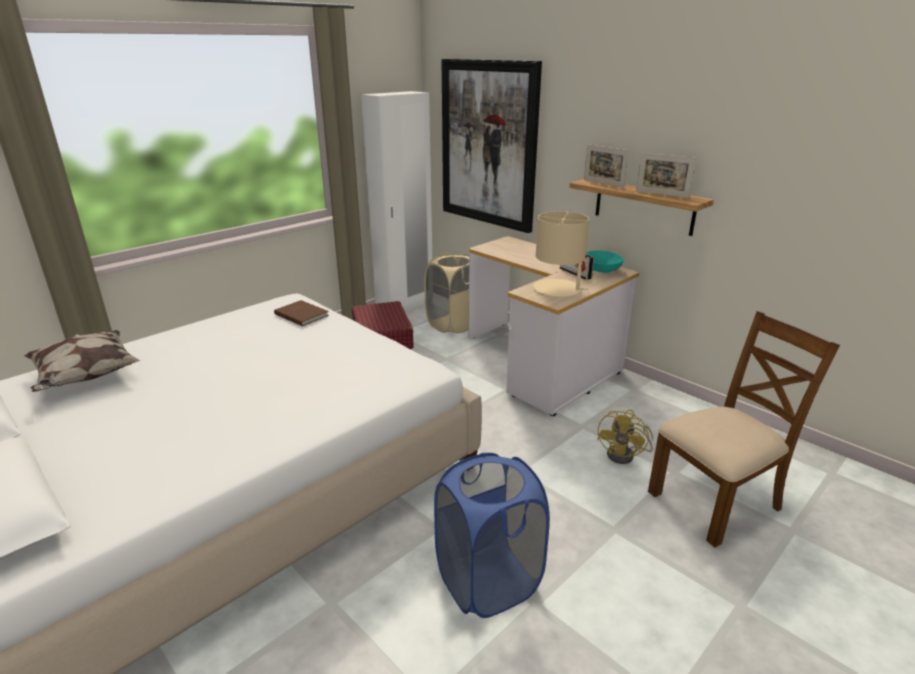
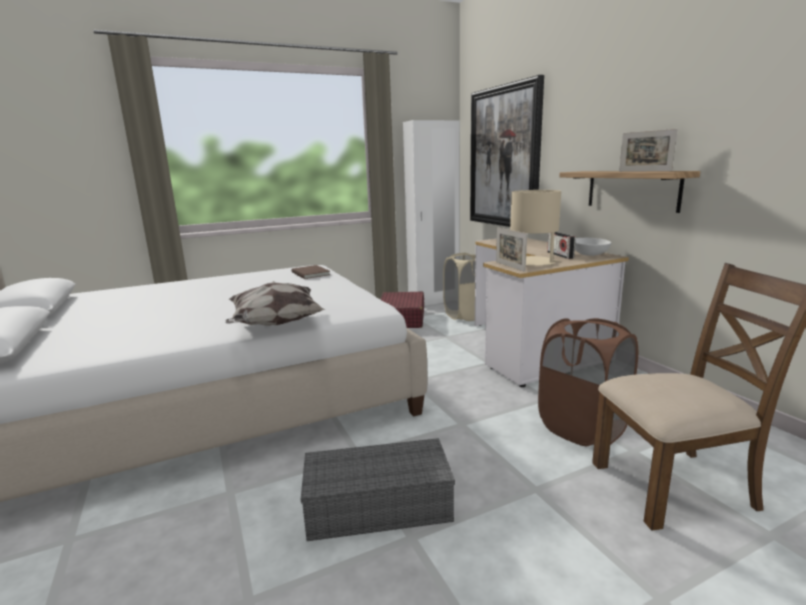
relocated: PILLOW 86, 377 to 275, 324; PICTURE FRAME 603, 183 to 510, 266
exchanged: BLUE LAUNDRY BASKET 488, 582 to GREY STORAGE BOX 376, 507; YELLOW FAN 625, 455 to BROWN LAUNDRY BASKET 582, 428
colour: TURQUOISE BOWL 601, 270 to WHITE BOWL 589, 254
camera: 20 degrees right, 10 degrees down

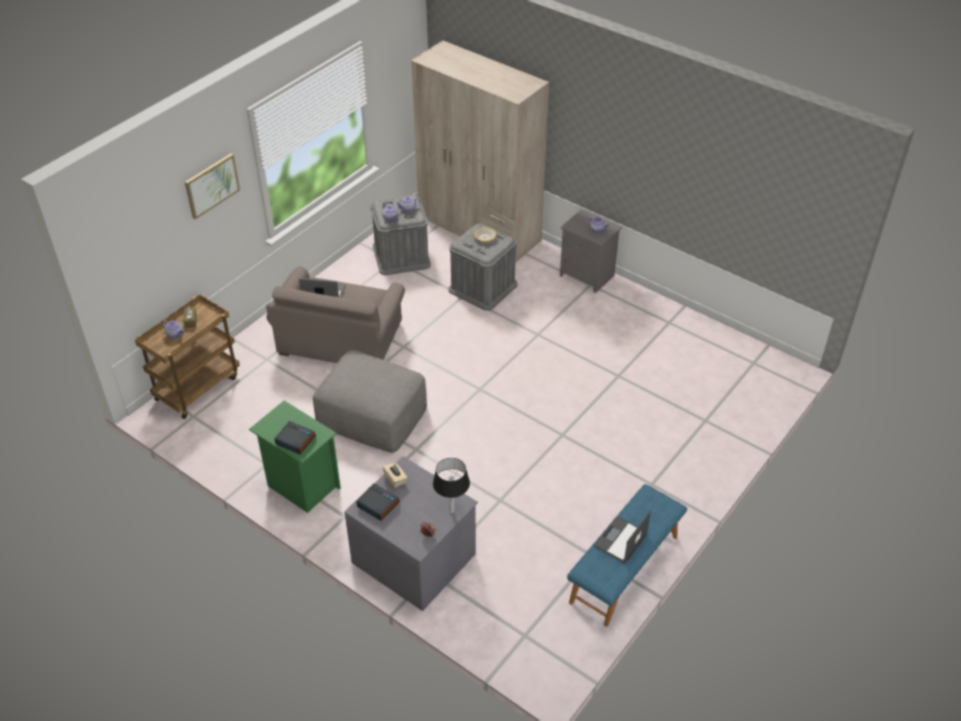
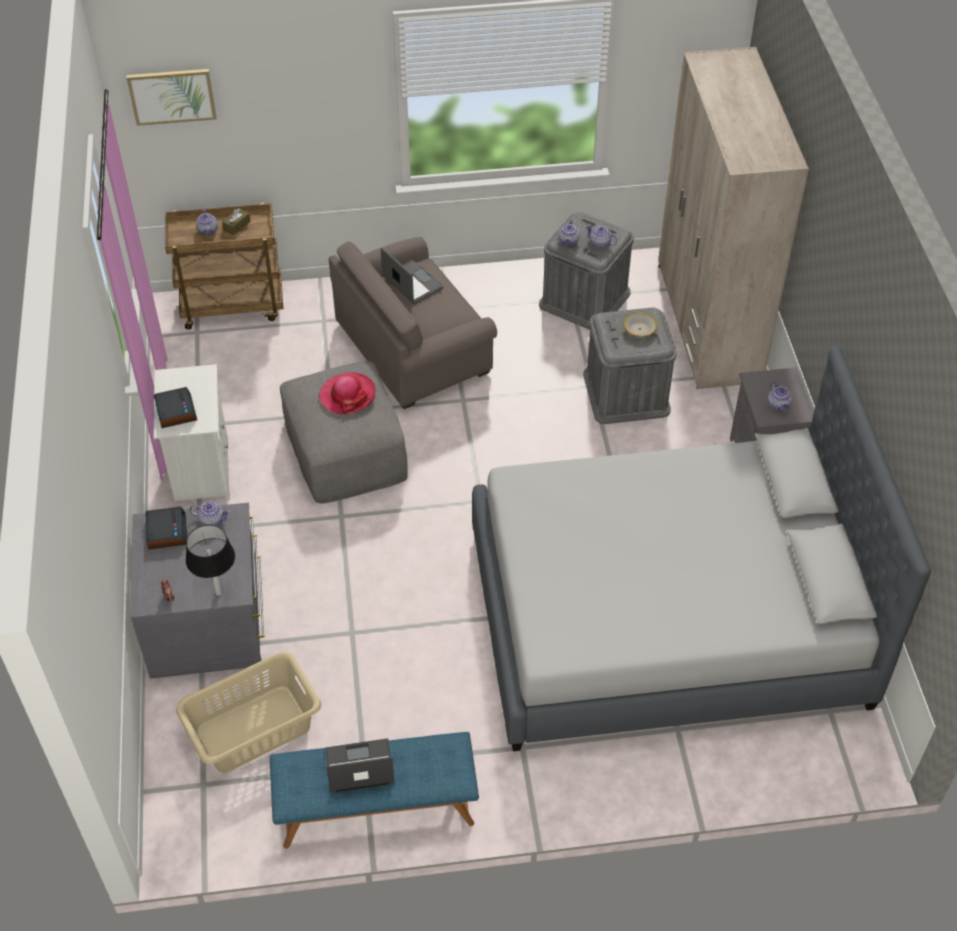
appeared: BEIGE LAUNDRY BASKET 252, 729; HAT 347, 395; GREY BED 666, 617
relocated: PICTURE 211, 185 to 172, 96
exchanged: BEIGE TISSUE BOX 395, 479 to TEAPOT 212, 519
colour: GREEN NIGHTSTAND 301, 486 to WHITE NIGHTSTAND 201, 471
camera: 45 degrees right, 5 degrees up

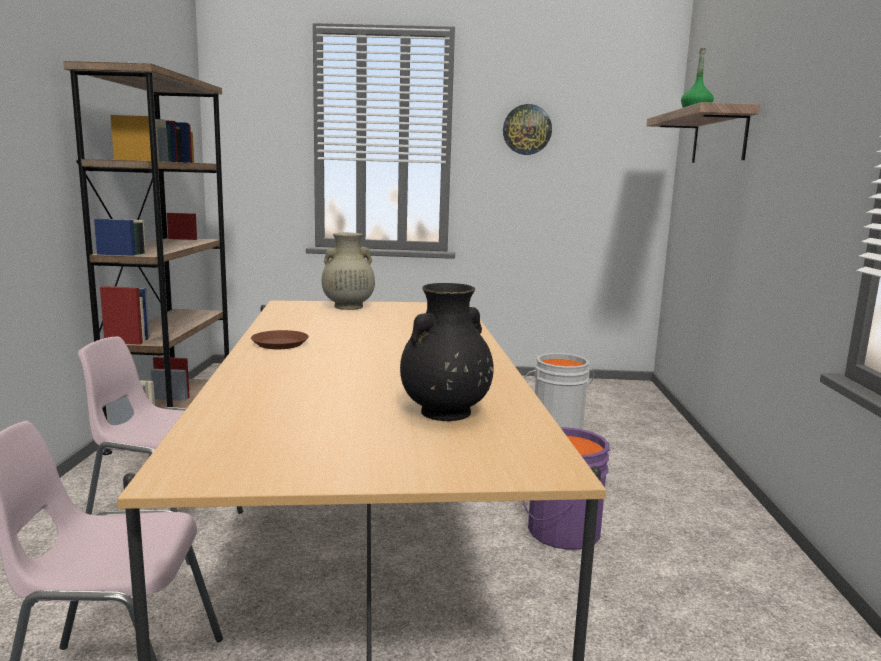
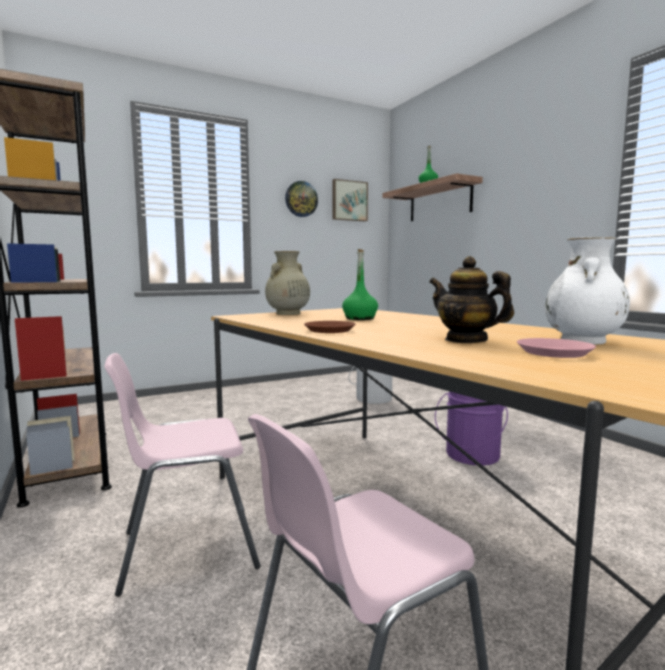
appeared: PICTURE 349, 201; GREEN BOTTLE 360, 318; TEAPOT 466, 340; PINK PLATE 554, 353
colour: BLACK VASE 444, 413 to WHITE VASE 583, 341
camera: 30 degrees left, 5 degrees down

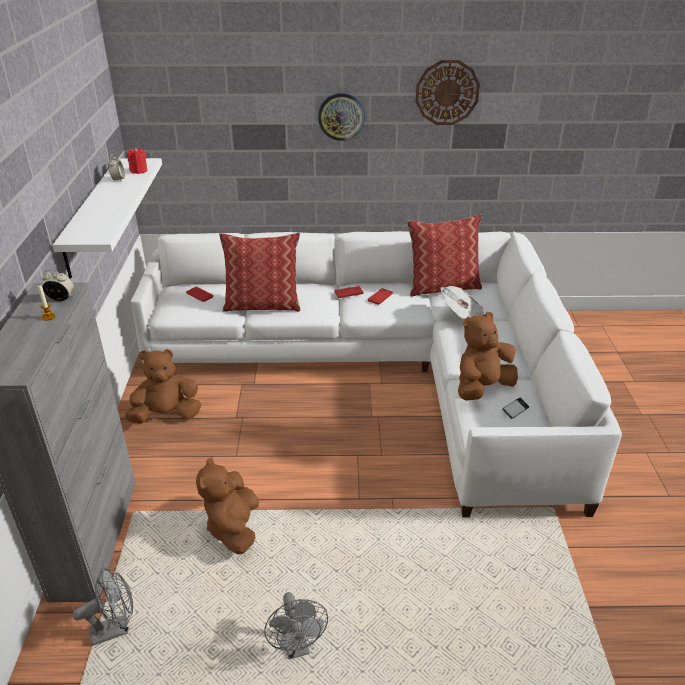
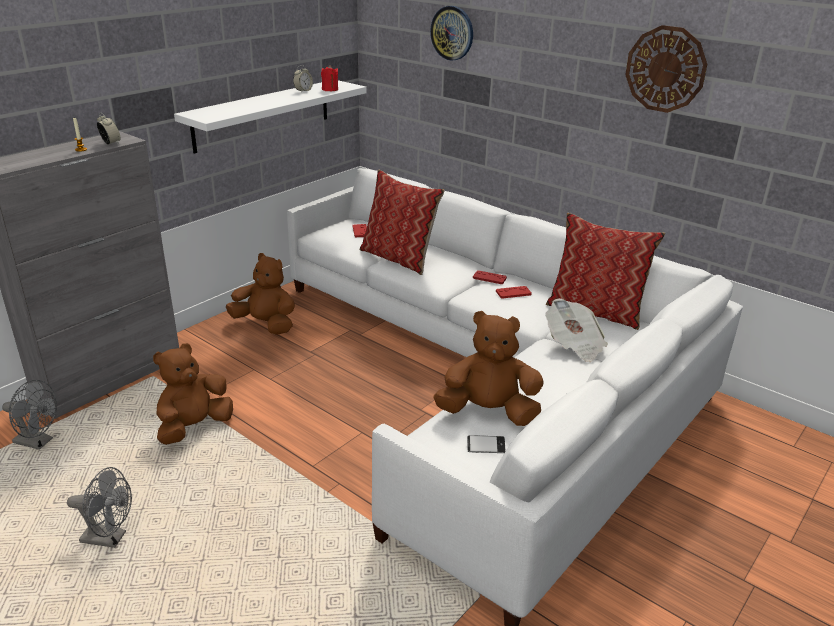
relocated: WALL CLOCK 341, 116 to 452, 33
spun: GREY FAN 297, 647 = 110, 538 105 degrees counterclockwise
camera: 40 degrees right, 5 degrees down

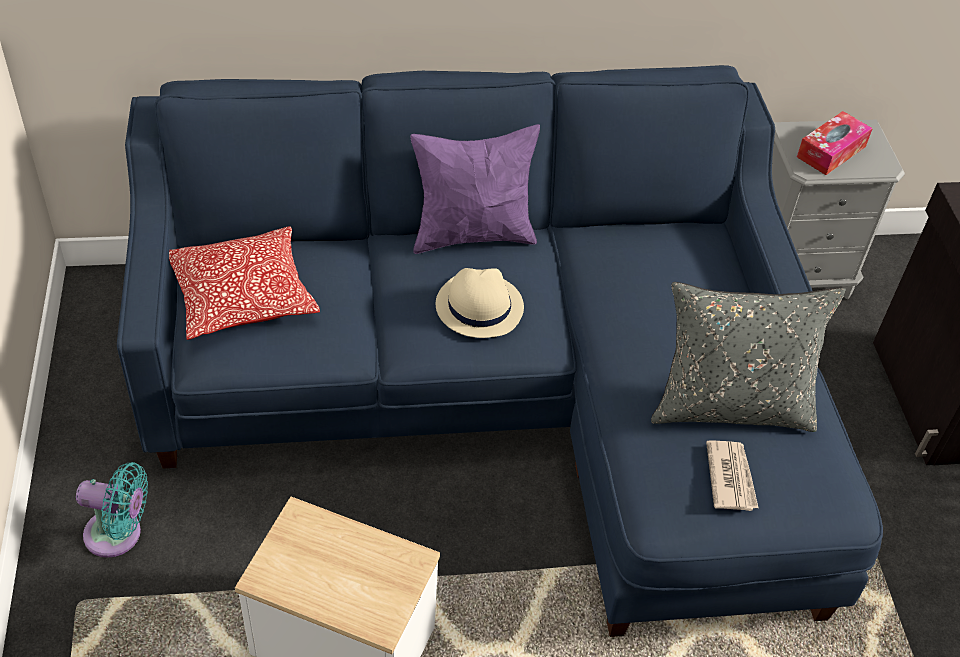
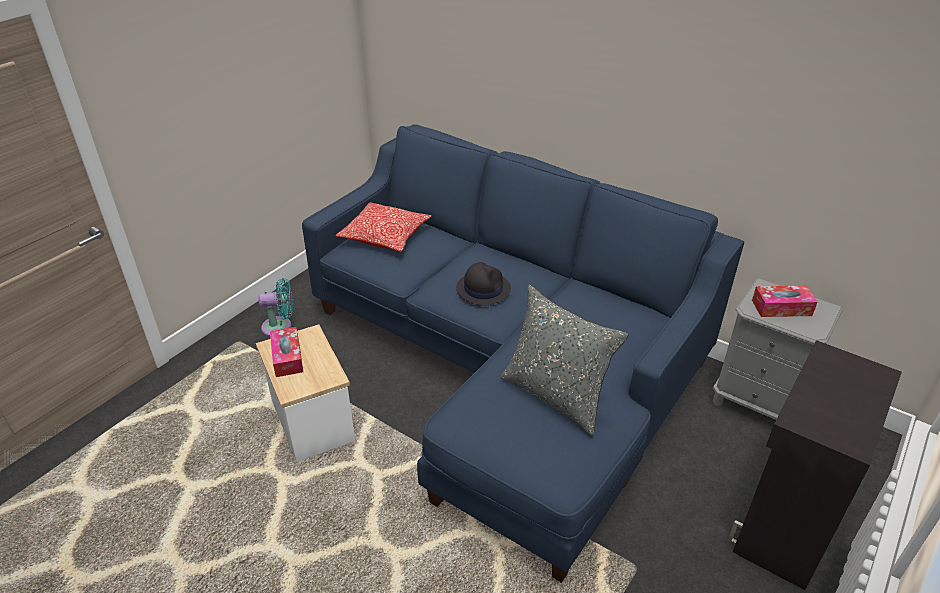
missing: PURPLE PILLOW 472, 235; NEWSPAPER 730, 477
appeared: TISSUE BOX 287, 357
colour: BEIGE HAT 478, 306 to BLACK HAT 483, 288
spun: TURQUOISE FAN 118, 535 = 280, 326 60 degrees counterclockwise
camera: 45 degrees right, 10 degrees down

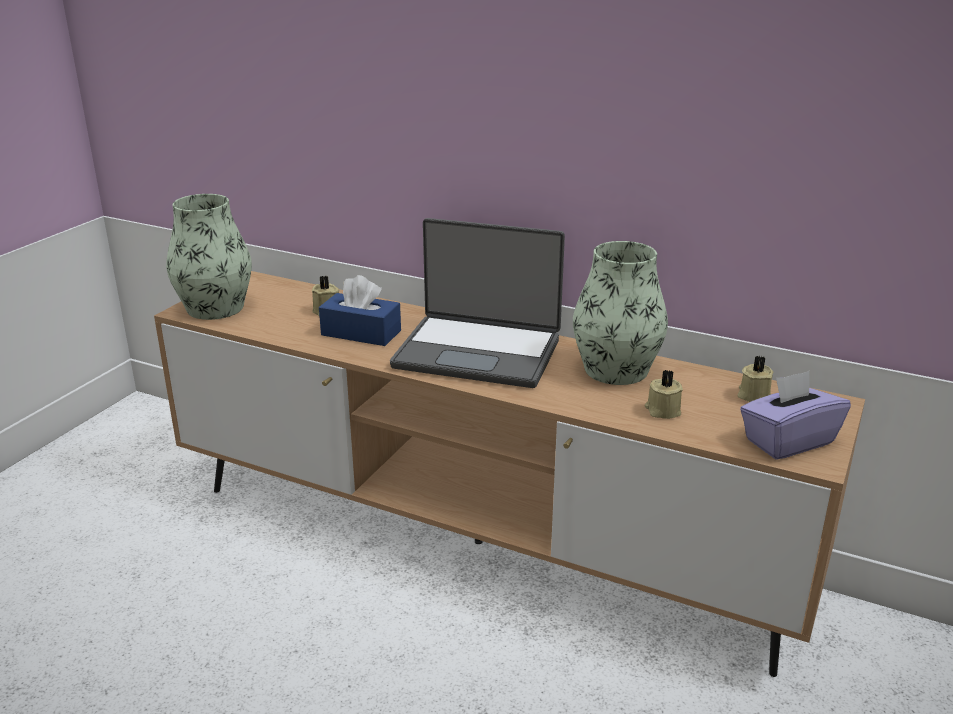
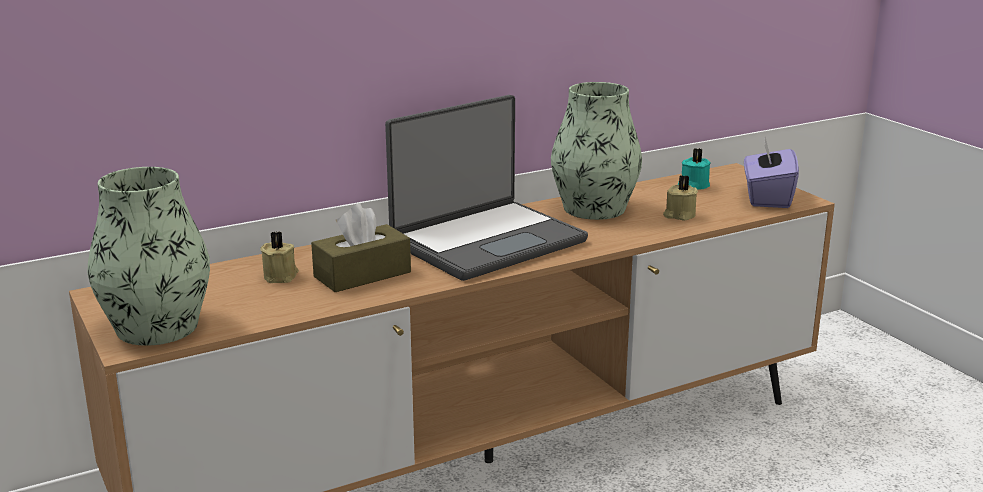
colour: BLUE TISSUE BOX 361, 333 to BROWN TISSUE BOX 362, 274; BEIGE CANDLE 753, 395 to TURQUOISE CANDLE 693, 185
camera: 55 degrees left, 5 degrees down

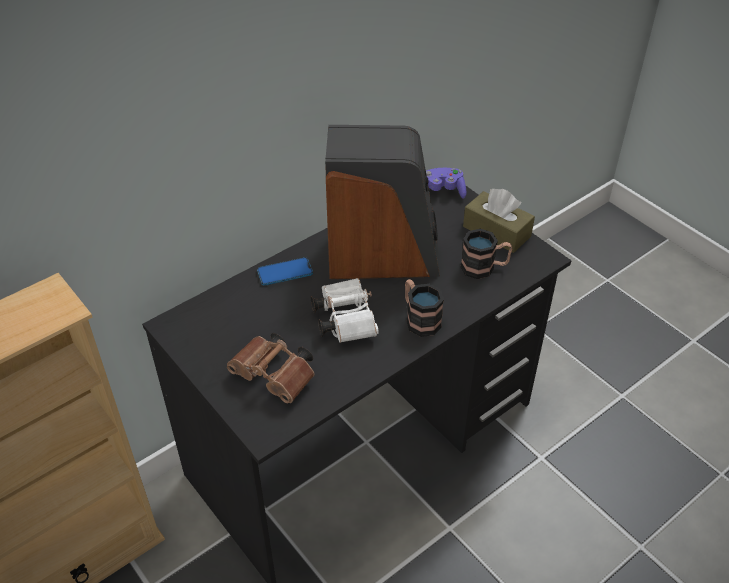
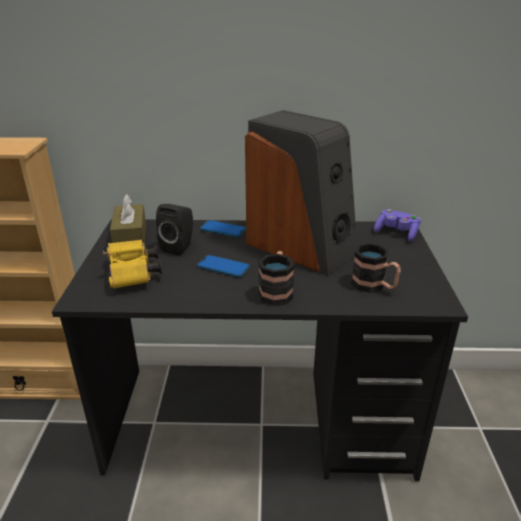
appeared: BLACK SPEAKER 179, 247
relocated: BROWN TISSUE BOX 496, 231 to 130, 238
exchanged: WHITE BINOCULARS 344, 319 to PHONE 223, 267
colour: BROWN BINOCULARS 276, 377 to YELLOW BINOCULARS 133, 275
camera: 40 degrees right, 15 degrees down

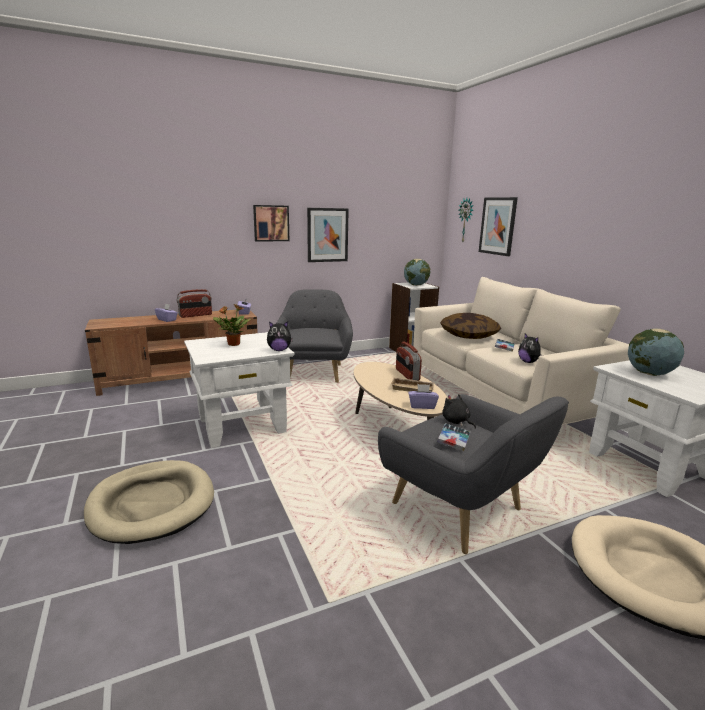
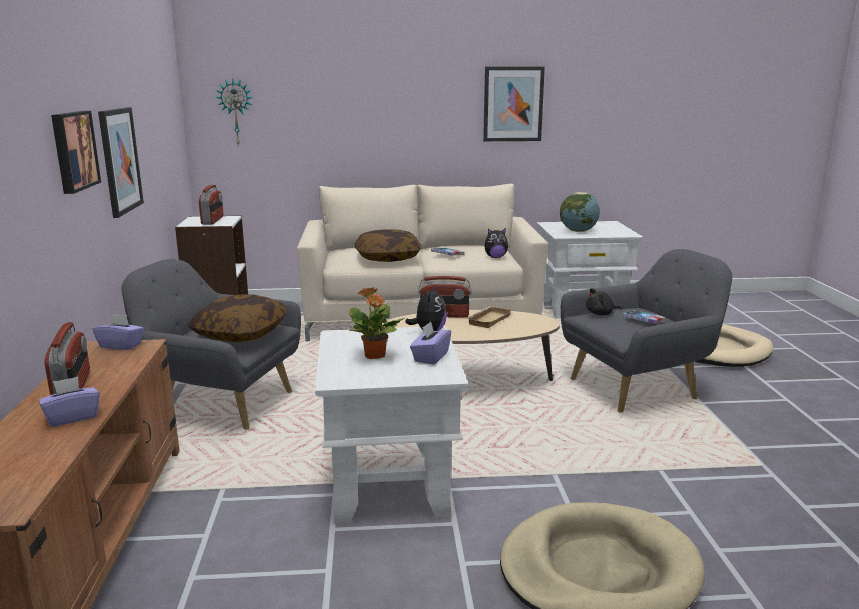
appeared: PILLOW 241, 333
relocated: PURPLE TISSUE BOX 422, 406 to 430, 357; PICTURE 498, 226 to 513, 104
exchanged: GLOBE 416, 285 to RADIO 213, 220
camera: 70 degrees left, 0 degrees up

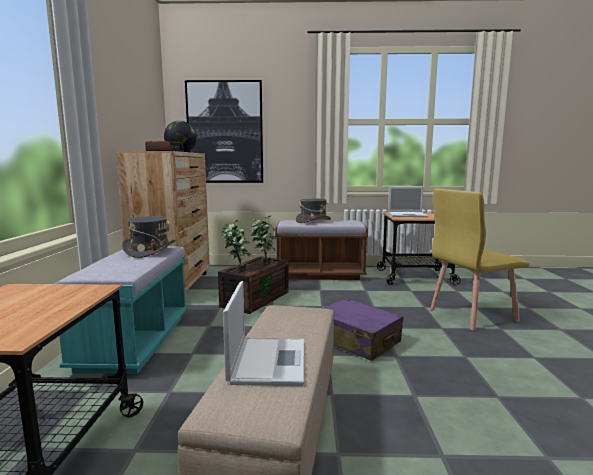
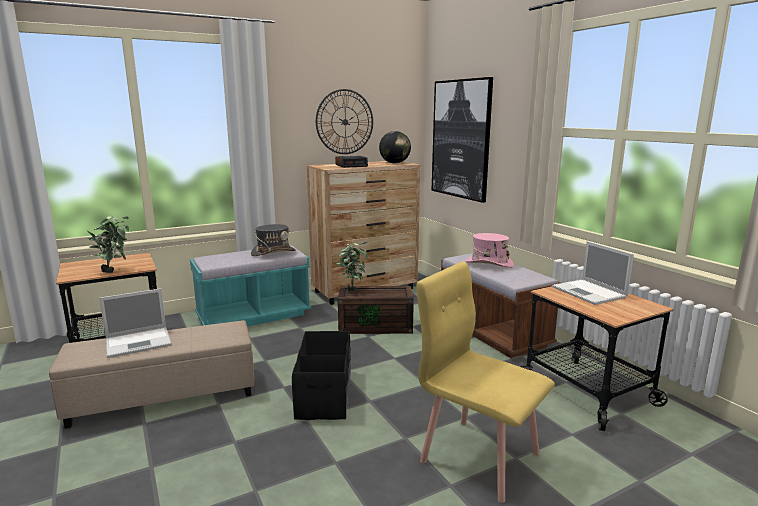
appeared: WALL CLOCK 345, 122
relocated: POTTED PLANT 263, 262 to 115, 271
exchanged: PURPLE SUITCASE 356, 340 to BLACK STORAGE BOX 325, 393
colour: GREY HAT 313, 221 to PINK HAT 489, 263
camera: 60 degrees right, 5 degrees up

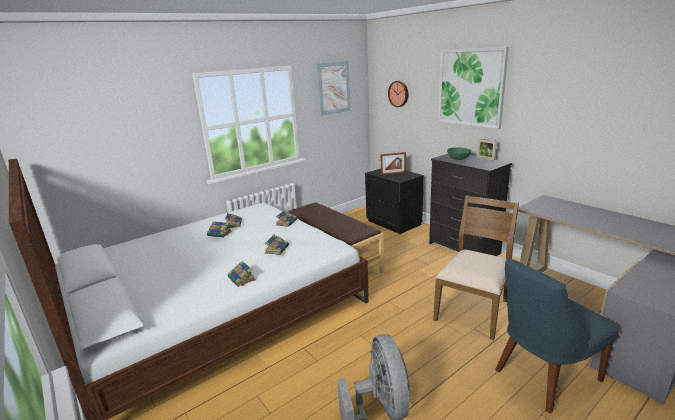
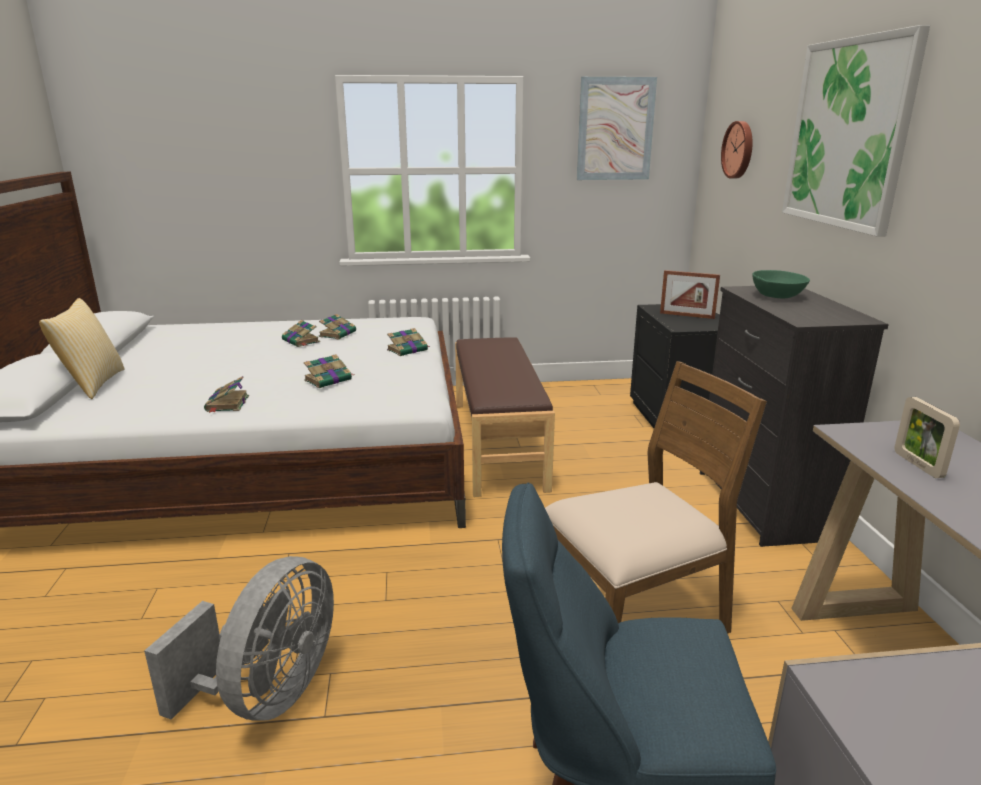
appeared: PILLOW 92, 384
relocated: PICTURE FRAME 485, 158 to 918, 465
camera: 30 degrees right, 0 degrees up

